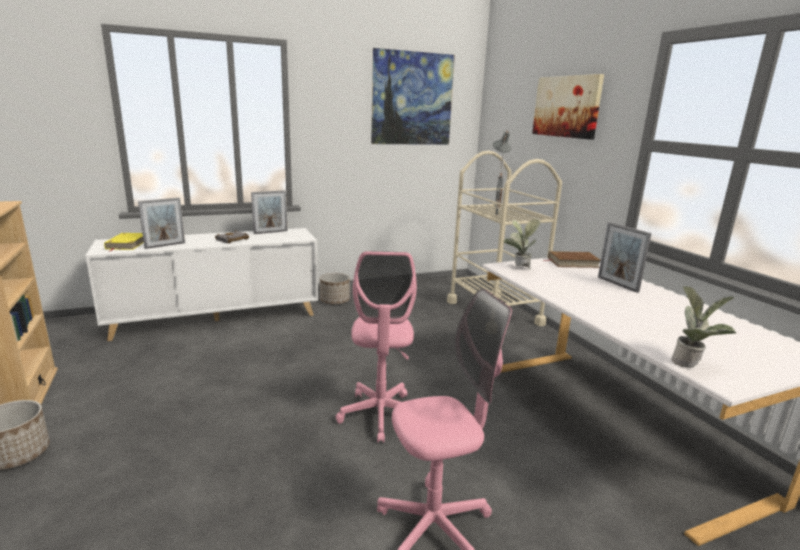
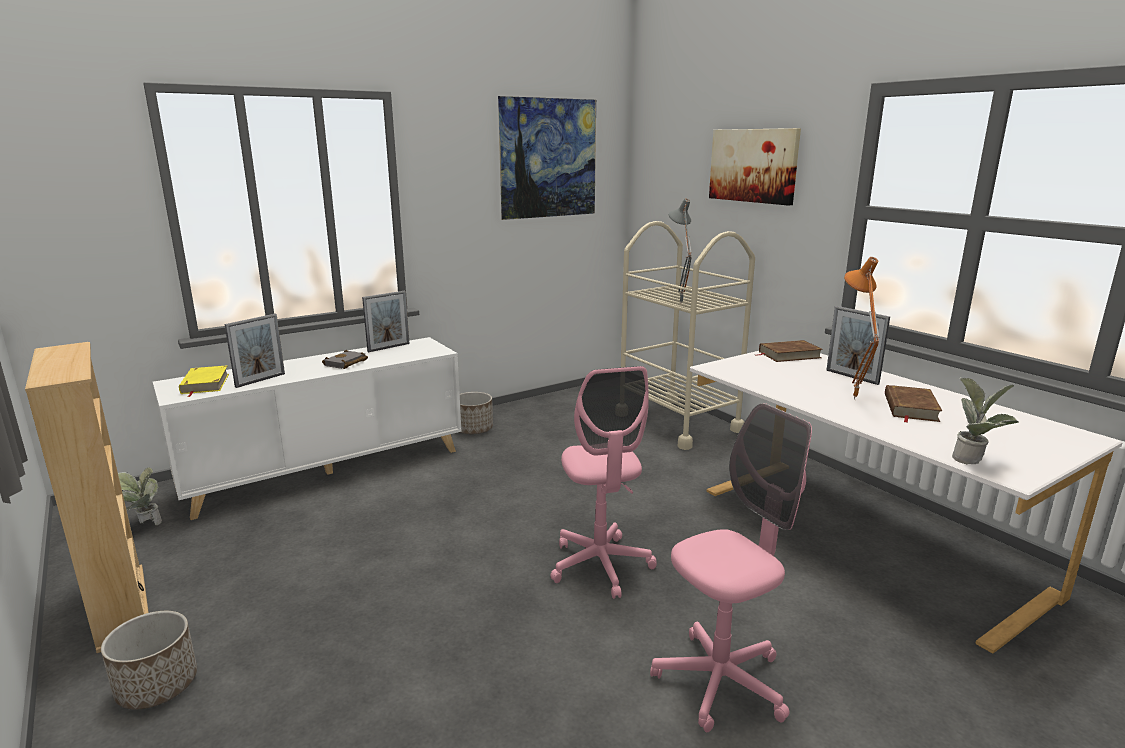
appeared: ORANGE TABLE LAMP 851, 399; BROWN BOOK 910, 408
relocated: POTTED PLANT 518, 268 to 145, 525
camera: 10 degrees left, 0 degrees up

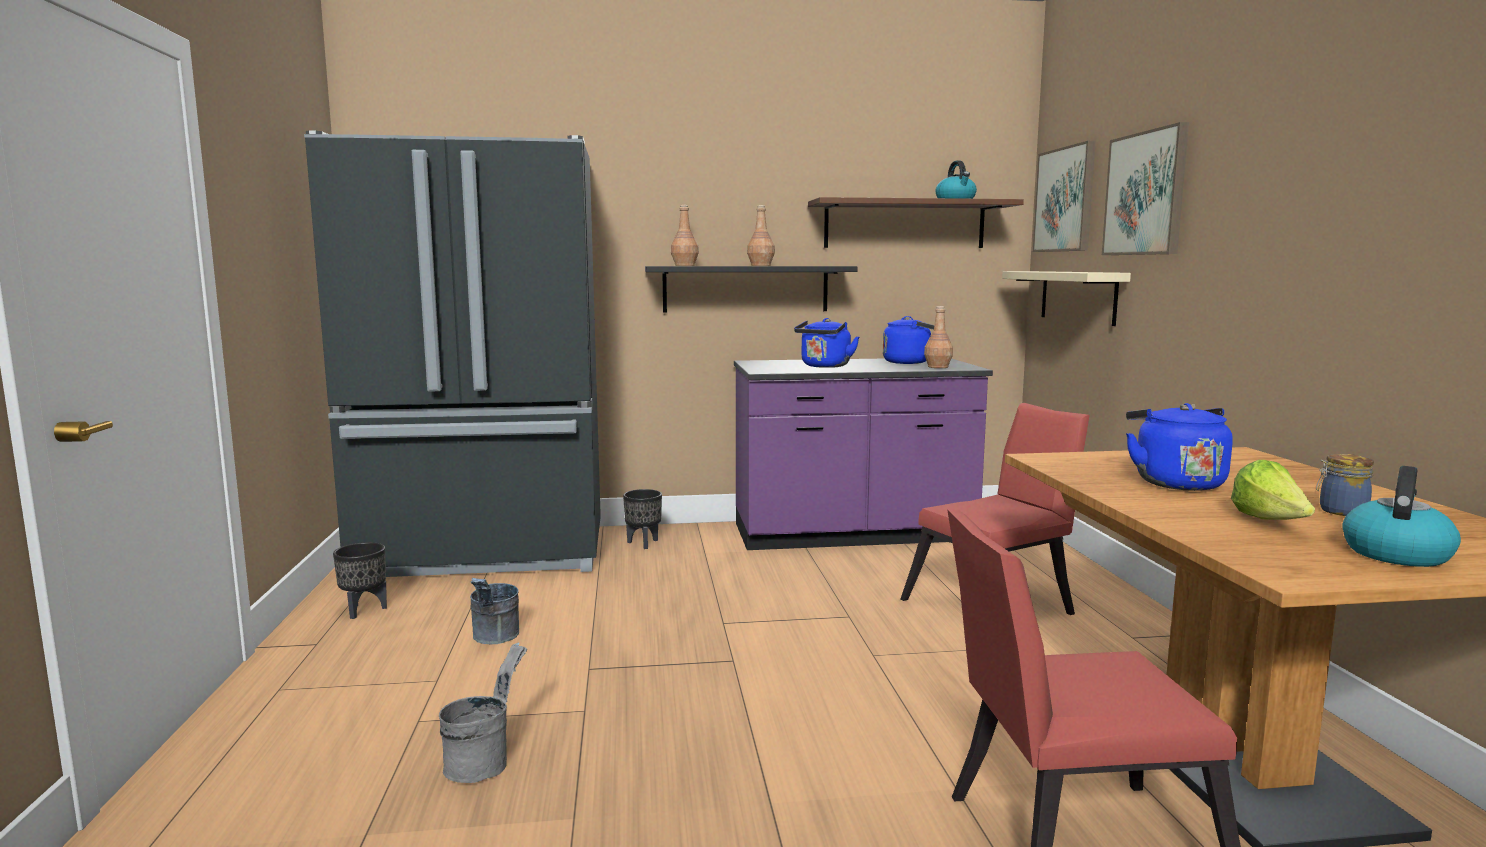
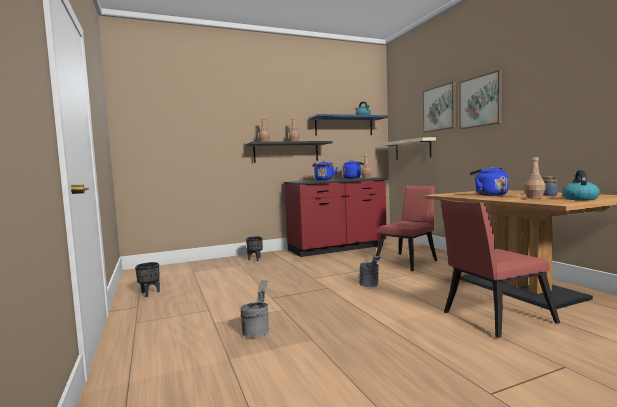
missing: BLACK FRIDGE 484, 554
relocated: GREY BUCKET 494, 639 to 370, 285; PICTURE 1065, 200 to 480, 101
exchanged: LETTUCE 1270, 522 to BROWN BOTTLE 534, 198
colour: PURPLE COUNTER 853, 535 to RED COUNTER 337, 248; BROWN SHELF 904, 225 to BLUE SHELF 344, 126
camera: 15 degrees left, 5 degrees down

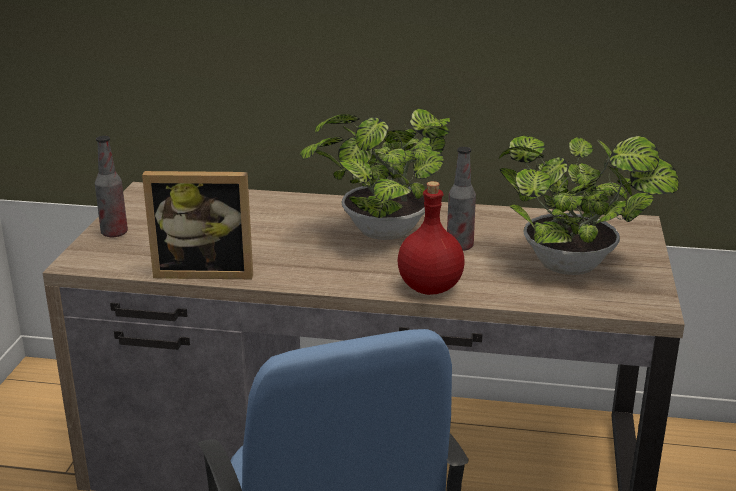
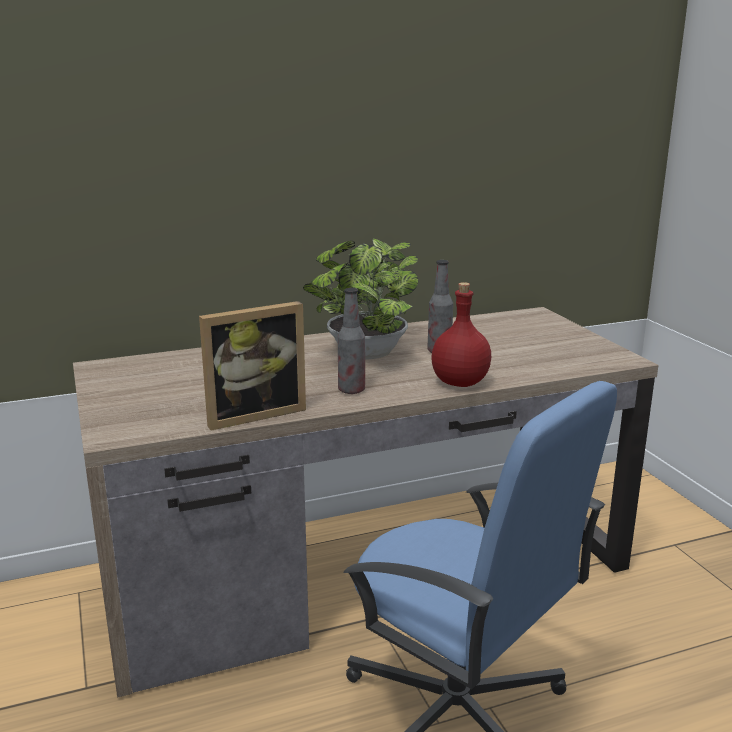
missing: POTTED PLANT 575, 267
relocated: BOTTLE 114, 233 to 351, 390
camera: 30 degrees left, 5 degrees down

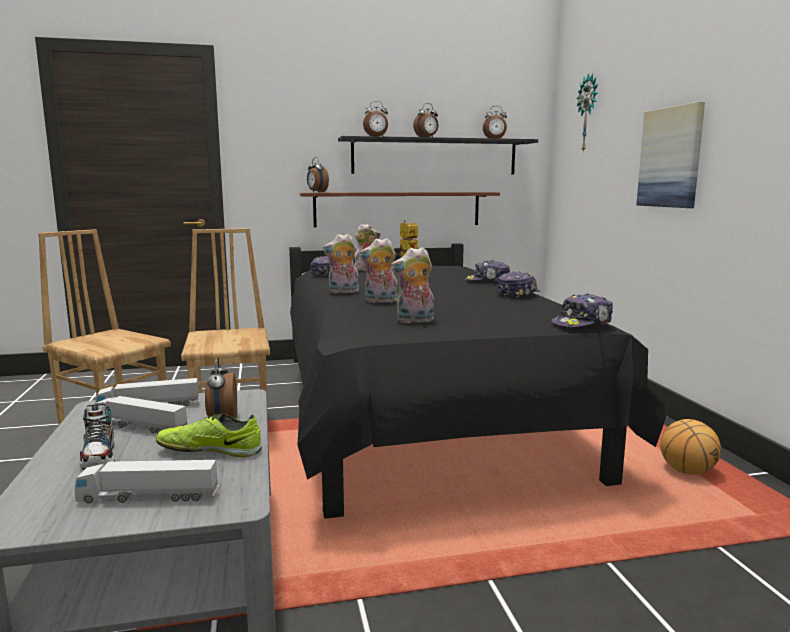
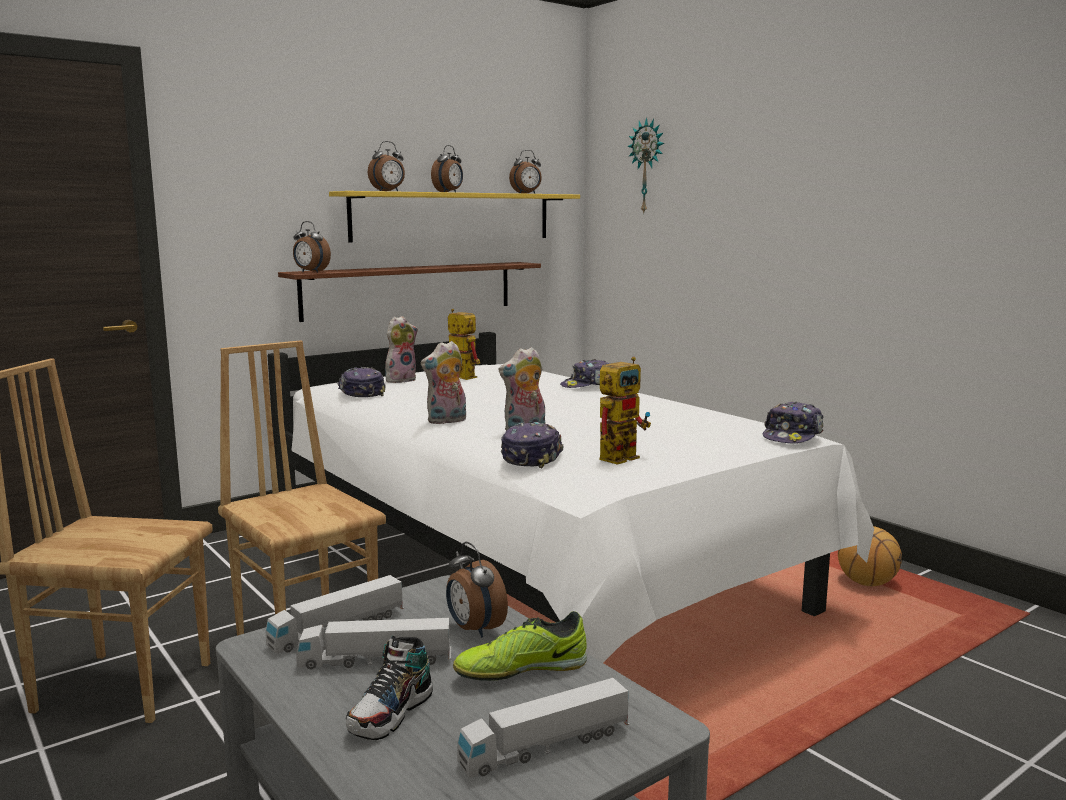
missing: PICTURE 670, 157
relocated: CAP 517, 294 to 532, 457
exchanged: PLUSH TOY 414, 321 to TOY ROBOT 622, 456
colour: BLACK BED 418, 412 to WHITE BED 529, 568; BLACK SHELF 435, 156 to YELLOW SHELF 454, 216
spun: SHOE 100, 457 = 391, 714 75 degrees clockwise
camera: 25 degrees left, 0 degrees up

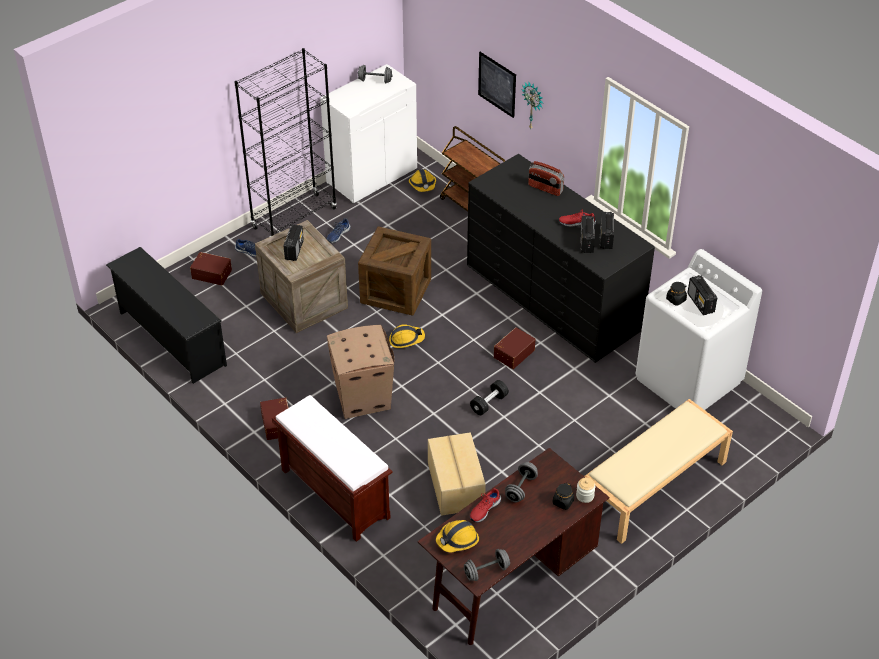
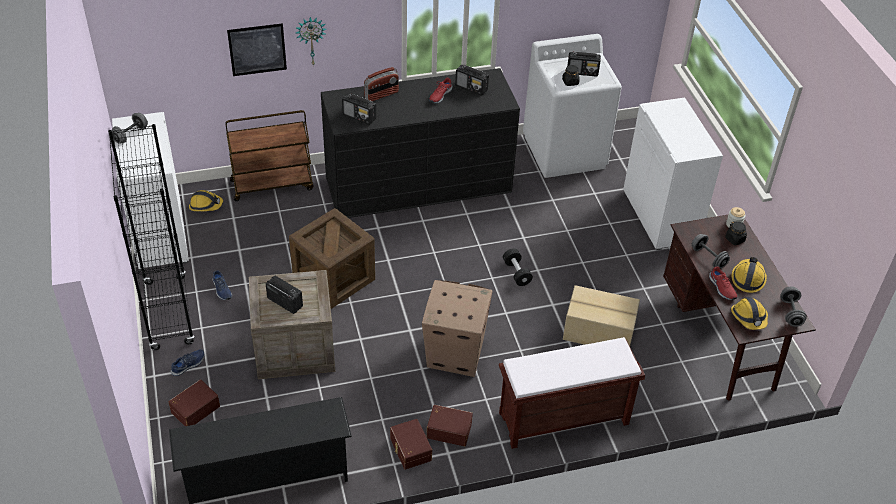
relocated: RADIO 586, 242 to 359, 117; BROWN STORAGE BOX 513, 353 to 409, 449; HARD HAT 406, 339 to 748, 278
exchanged: BEIGE BENCH 653, 486 to WHITE CABINET 661, 216
camera: 65 degrees left, 0 degrees up

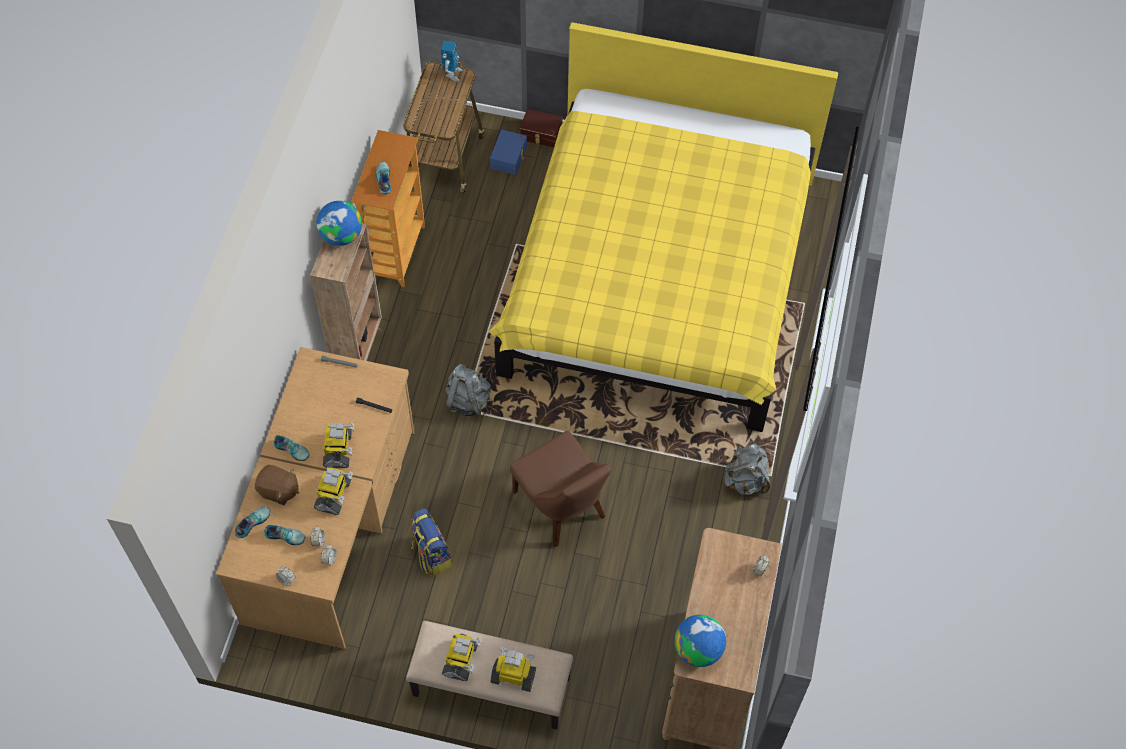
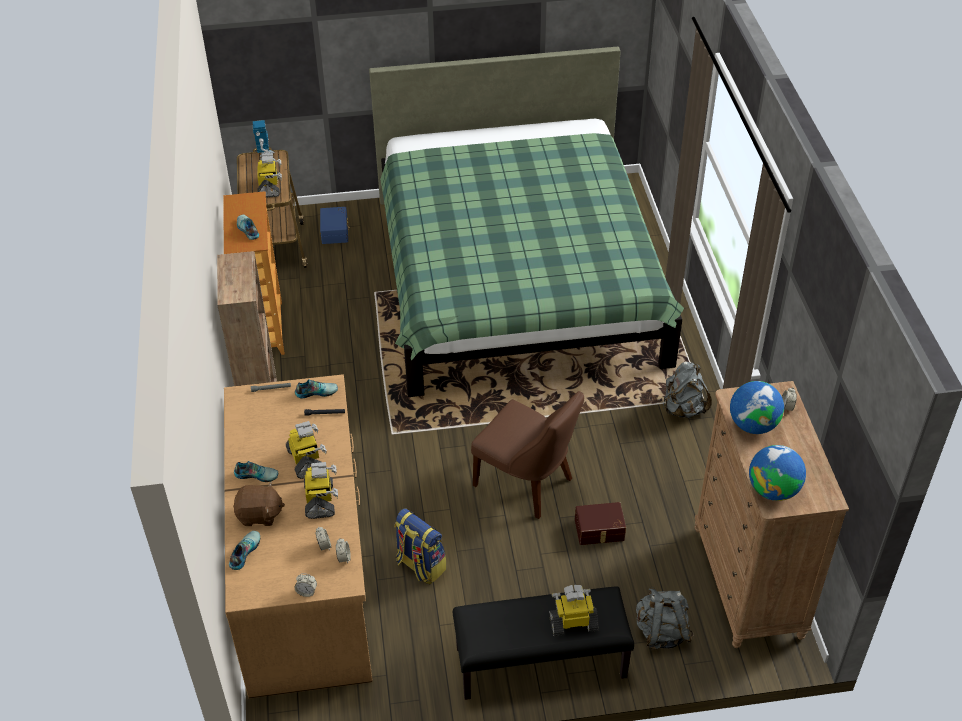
relocated: TOY ROBOT 461, 660 to 269, 187; SHOE 285, 535 to 316, 391; BROWN STORAGE BOX 541, 134 to 599, 530; GREY BACKPACK 468, 401 to 661, 632; GLOBE 341, 236 to 752, 425
colour: YELLOW BED 658, 275 to GREEN BED 516, 279; BEIGE BENCH 490, 687 to BLACK BENCH 540, 663
camera: 20 degrees left, 15 degrees down

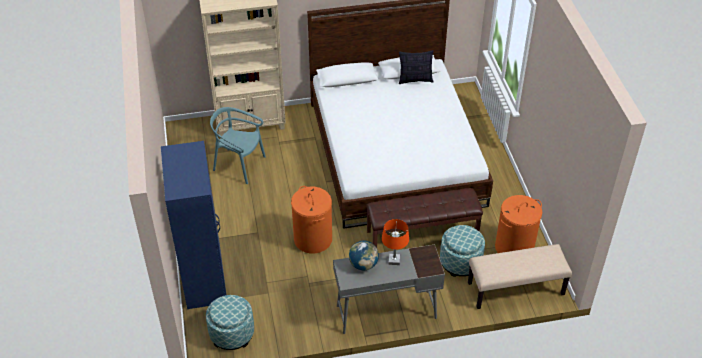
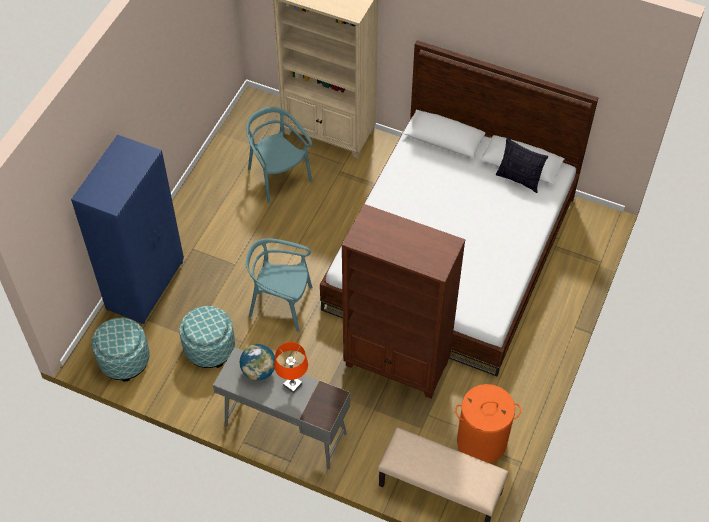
relocated: OTTOMAN 460, 262 to 209, 348
exchanged: ORANGE LAUNDRY BASKET 312, 239 to TURQUOISE CHAIR 281, 304; BROWN BENCH 422, 233 to BROWN BOOKCASE 397, 365
camera: 35 degrees right, 10 degrees up

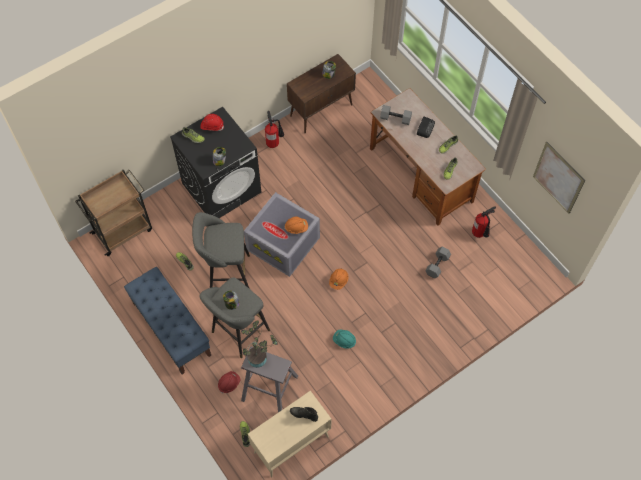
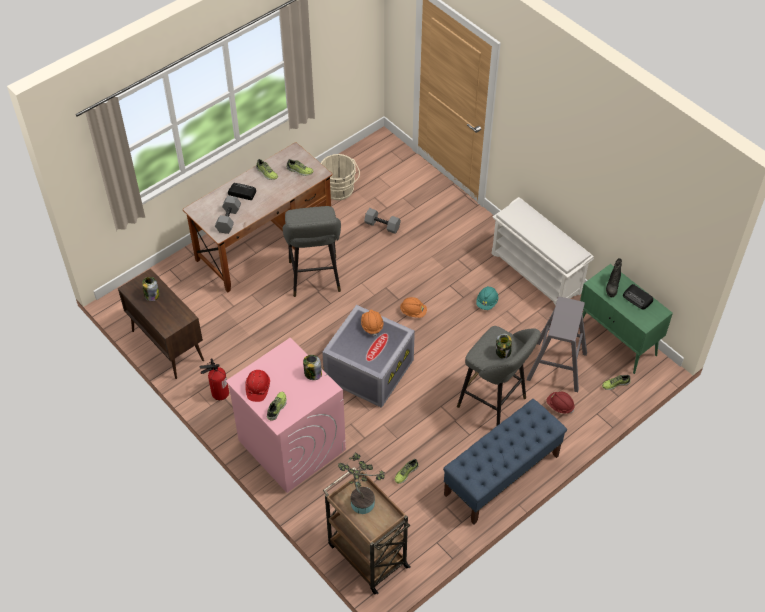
missing: PICTURE 558, 178
appeared: WHITE SHOE RACK 537, 273; RADIO 637, 299
relocated: GREY STOOL 226, 274 to 315, 279; POTTED PLANT 259, 358 to 361, 500
exchanged: FIRE EXTINGUISHER 480, 234 to BEIGE BUCKET 339, 191
colour: BLACK WASHING MACHINE 222, 187 to PINK WASHING MACHINE 291, 445; BEIGE CABINET 290, 445 to GREEN CABINET 617, 341
camera: 95 degrees left, 10 degrees down

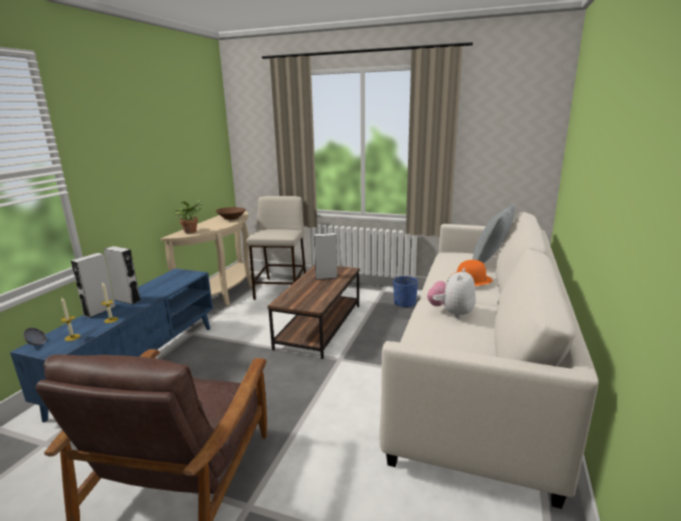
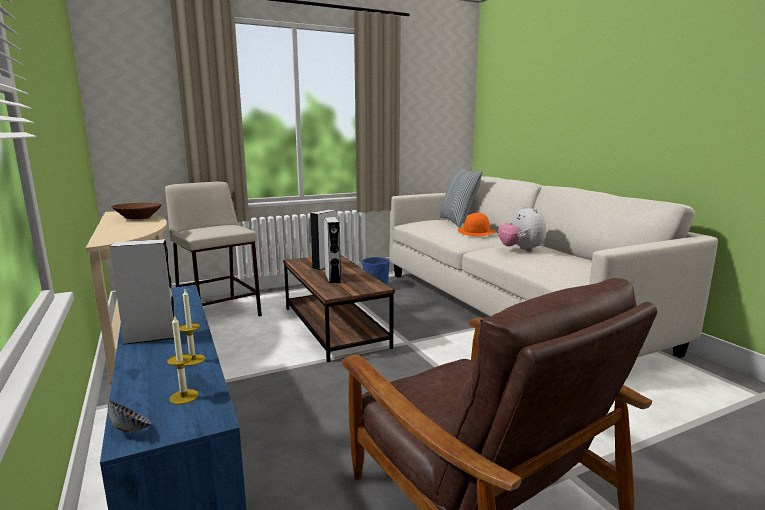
missing: POTTED PLANT 191, 231
relocated: GREY SPEAKER 100, 311 to 333, 279
camera: 45 degrees left, 5 degrees down

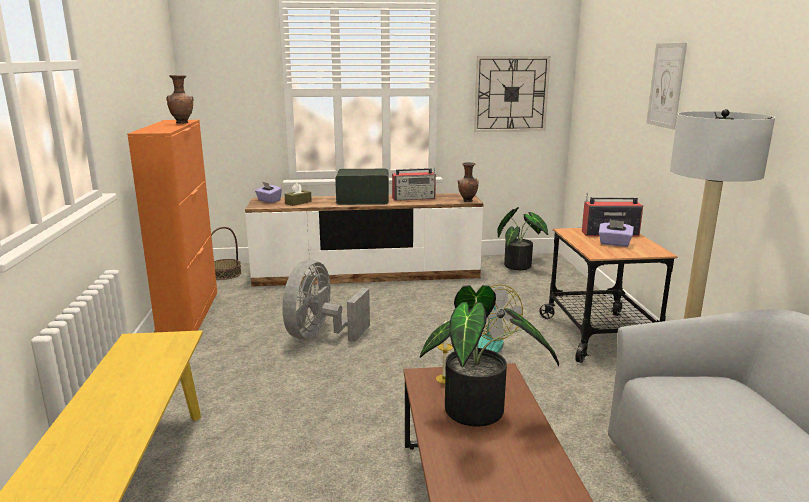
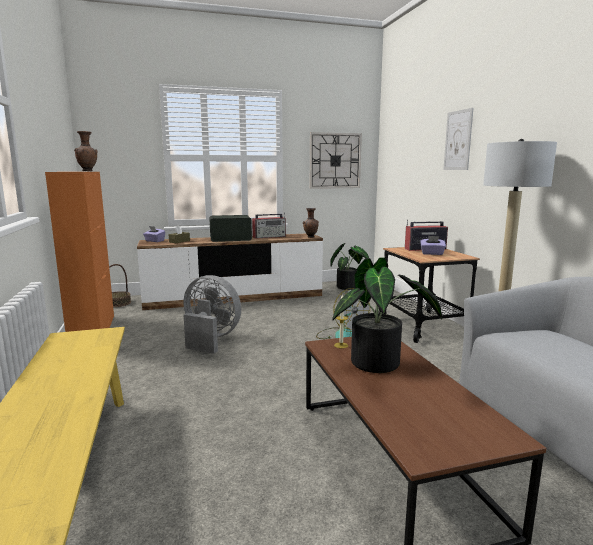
spun: GREY FAN 320, 336 = 210, 339 105 degrees clockwise
camera: 10 degrees left, 5 degrees down

